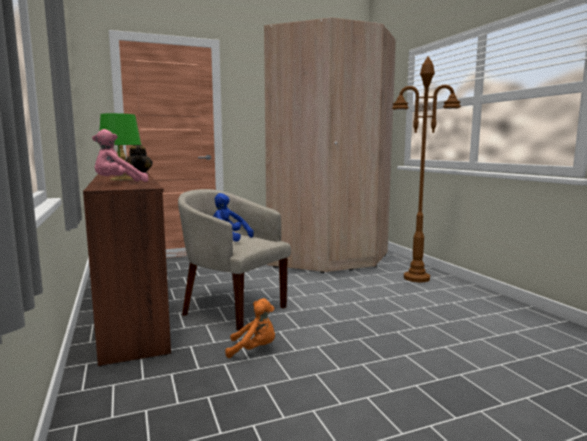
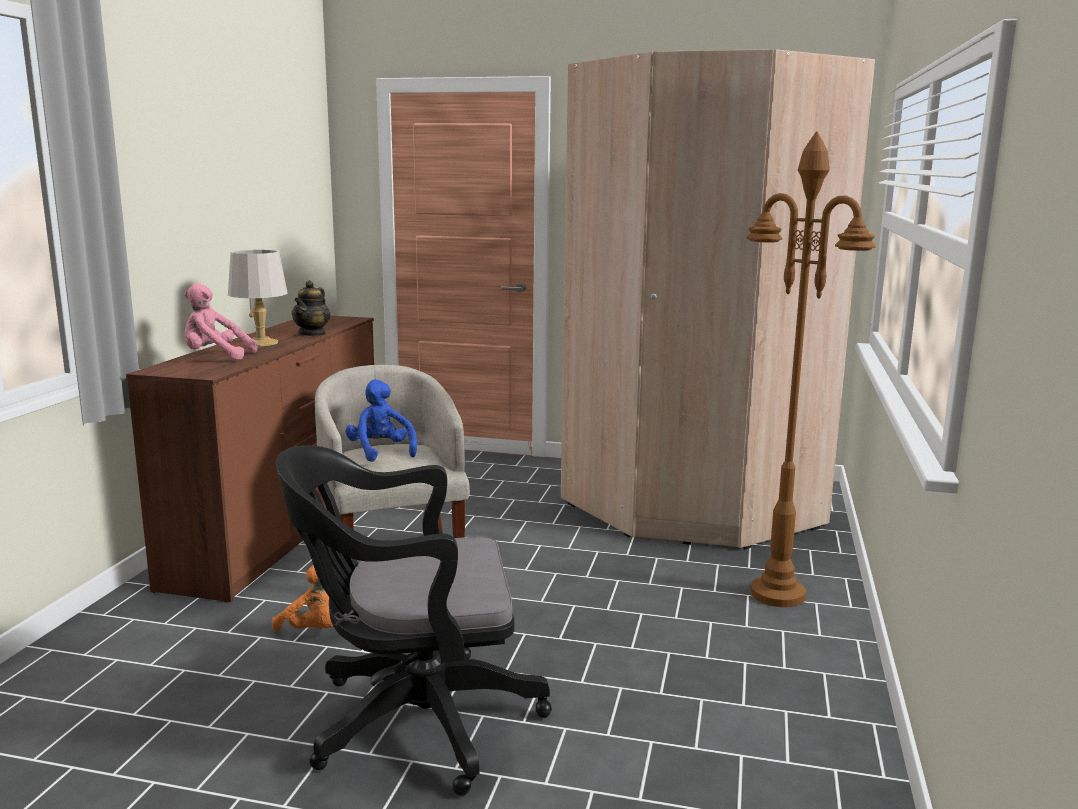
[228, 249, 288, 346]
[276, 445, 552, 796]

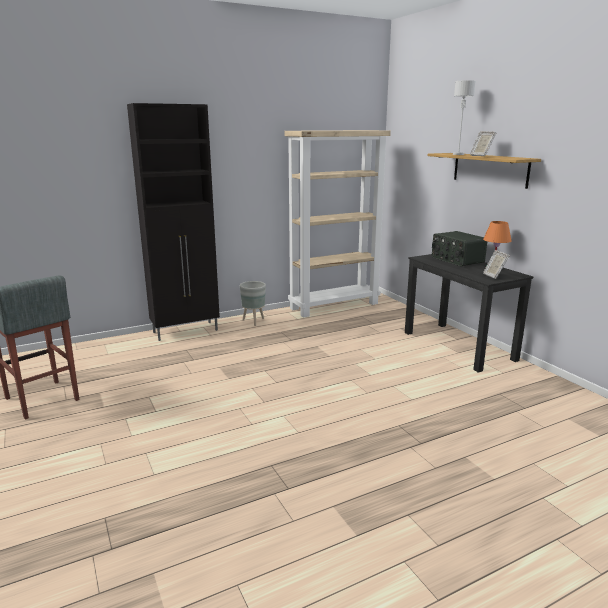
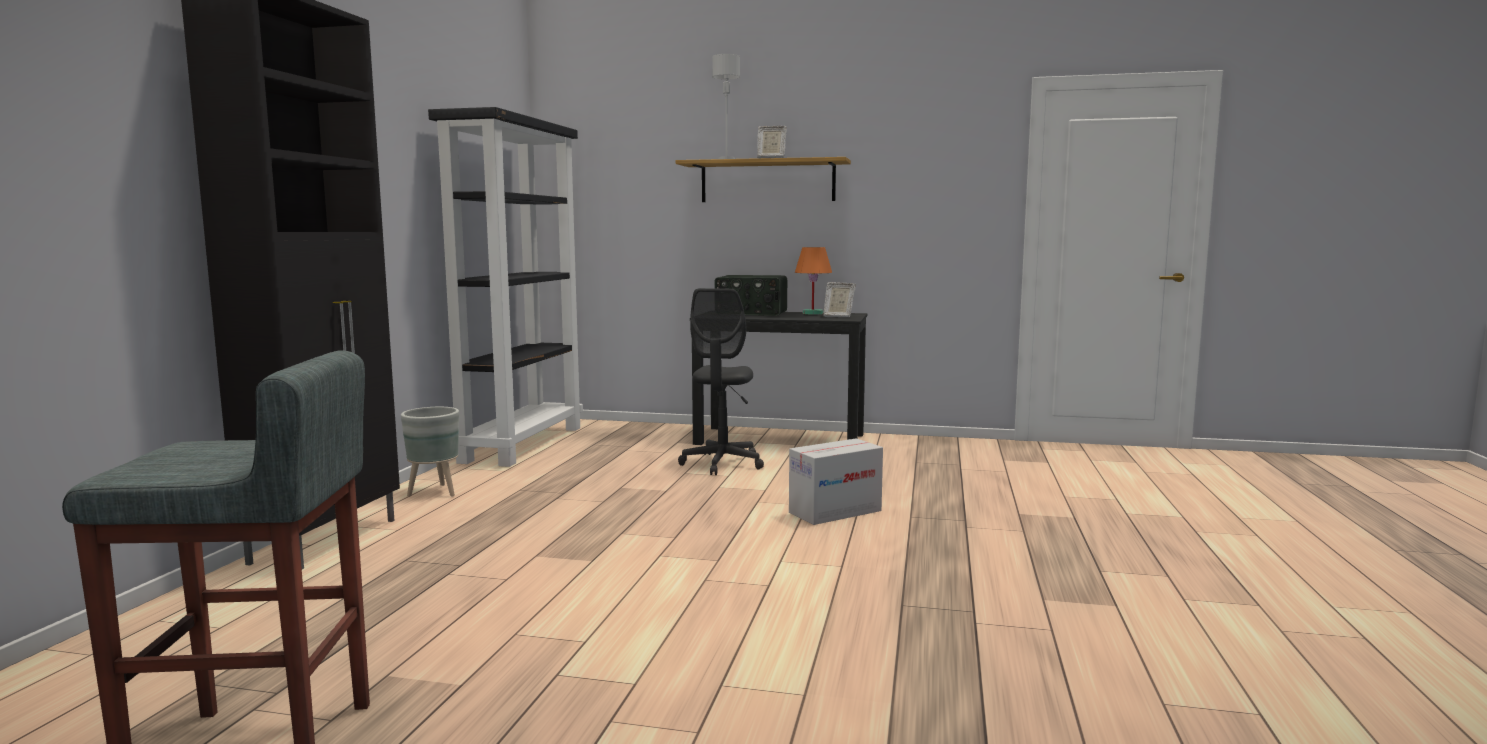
[428, 107, 583, 467]
[678, 288, 764, 475]
[789, 438, 883, 525]

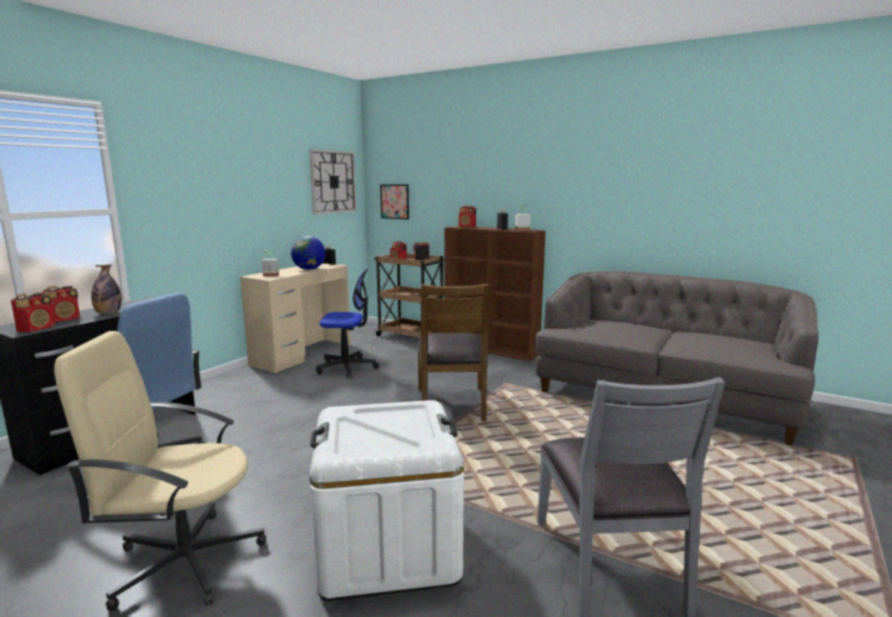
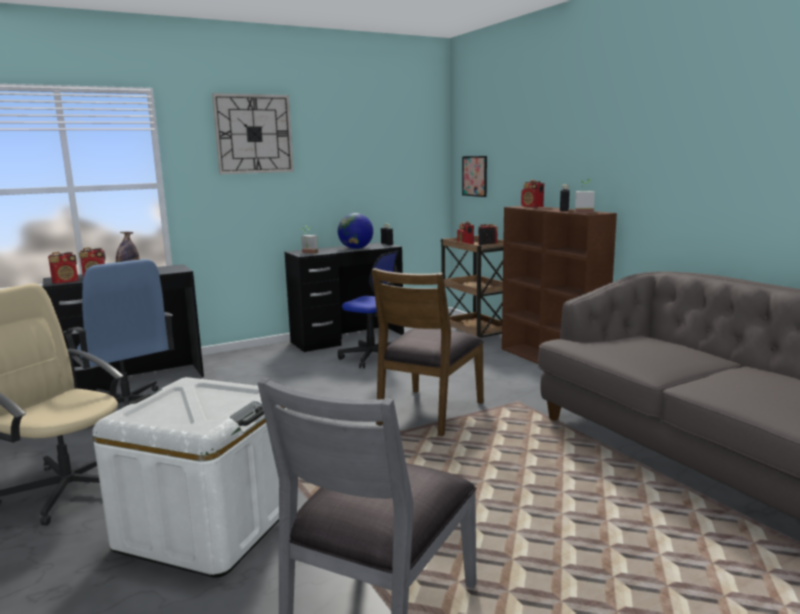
[212, 93, 294, 174]
[284, 242, 404, 352]

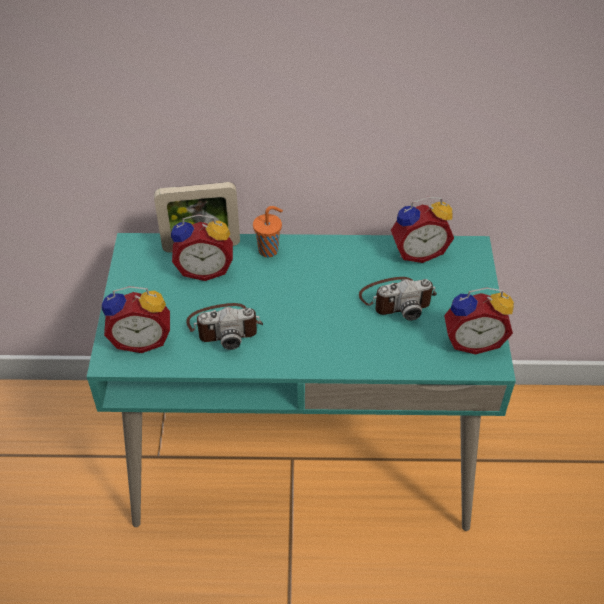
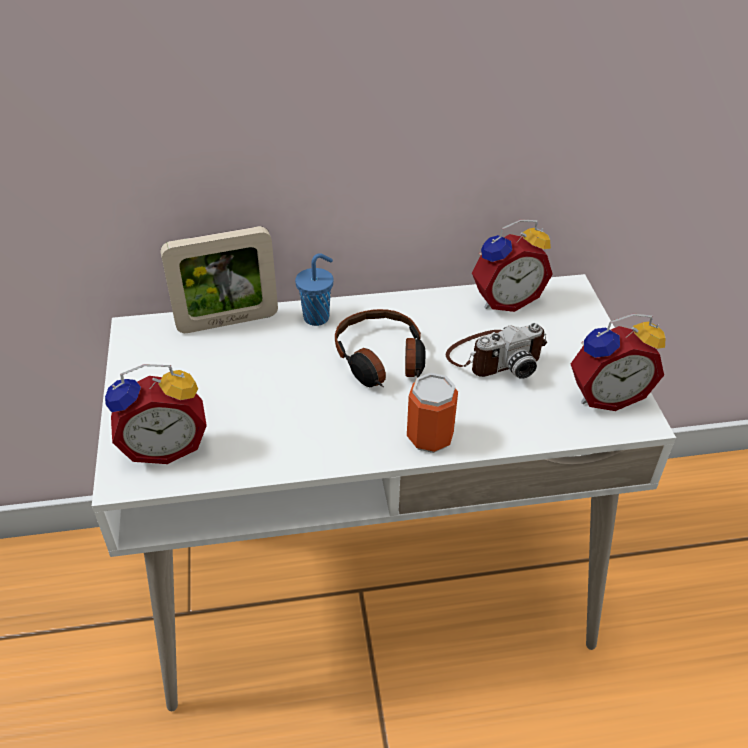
[295, 253, 334, 326]
[171, 214, 233, 281] (first image)
[92, 274, 676, 711]
[186, 303, 263, 350] (first image)
[335, 309, 425, 387]
[407, 373, 458, 453]

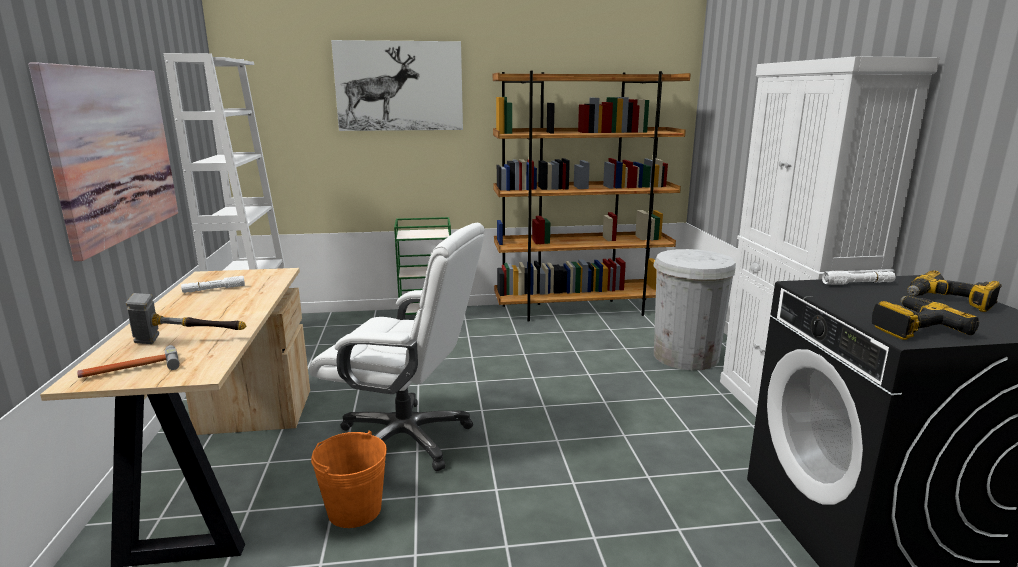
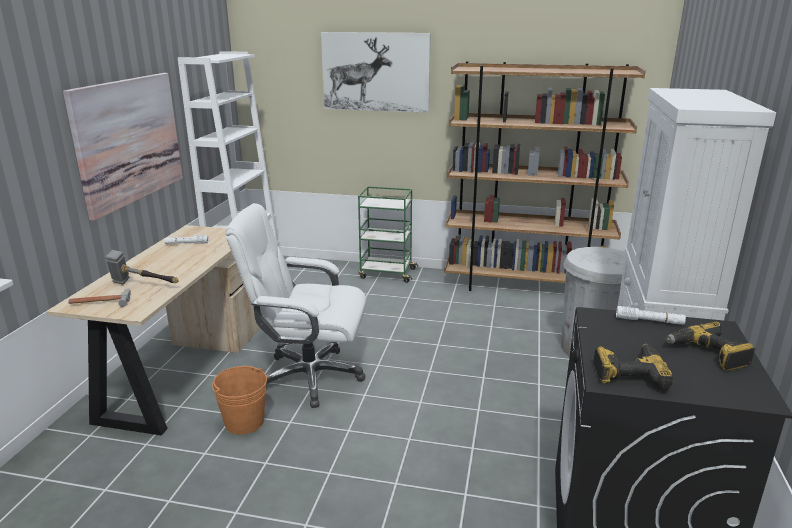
[225, 203, 367, 408]

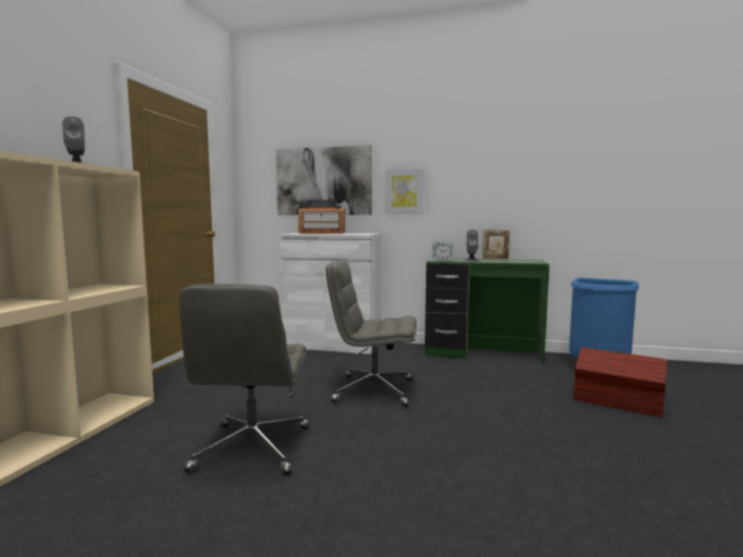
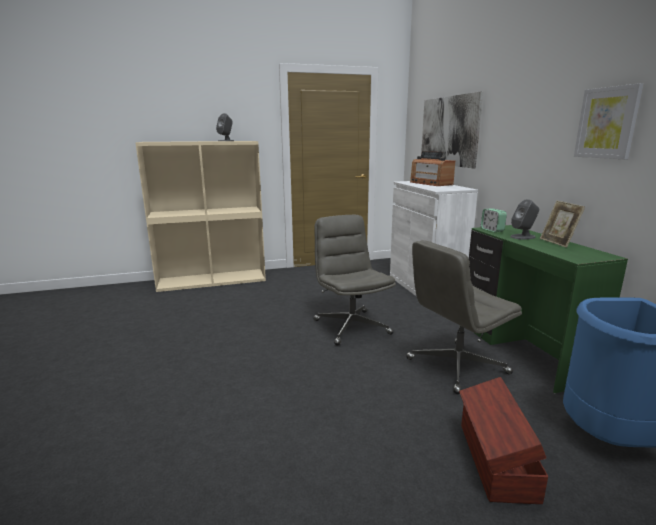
[574, 83, 644, 160]
[406, 240, 522, 394]

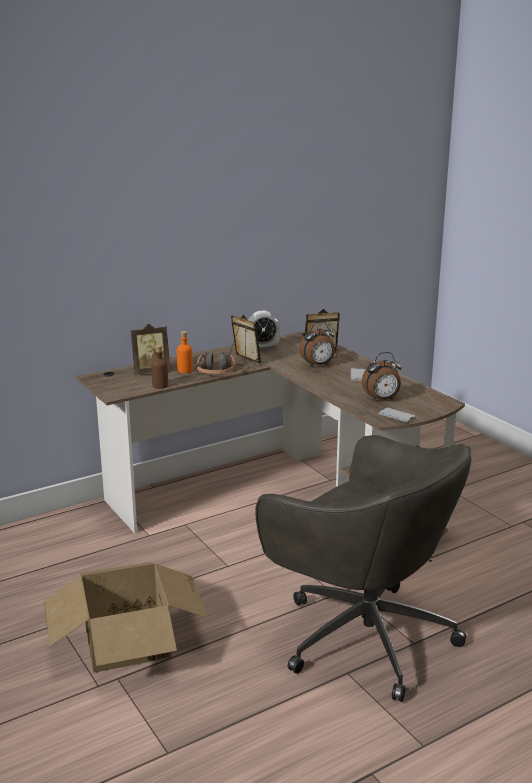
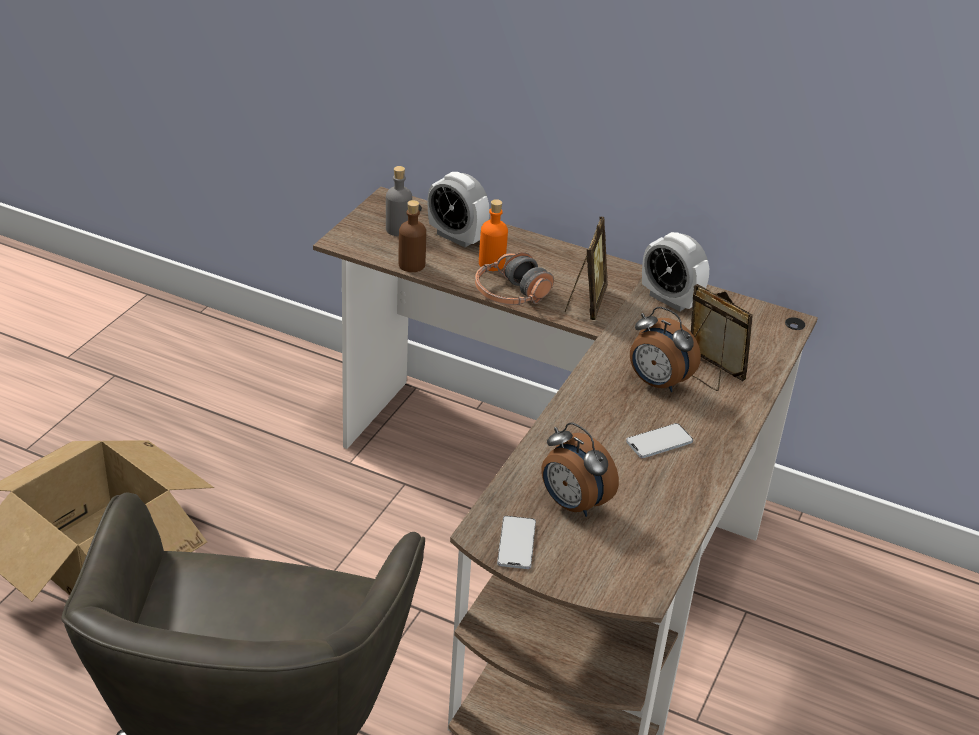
[428, 172, 489, 248]
[386, 166, 412, 236]

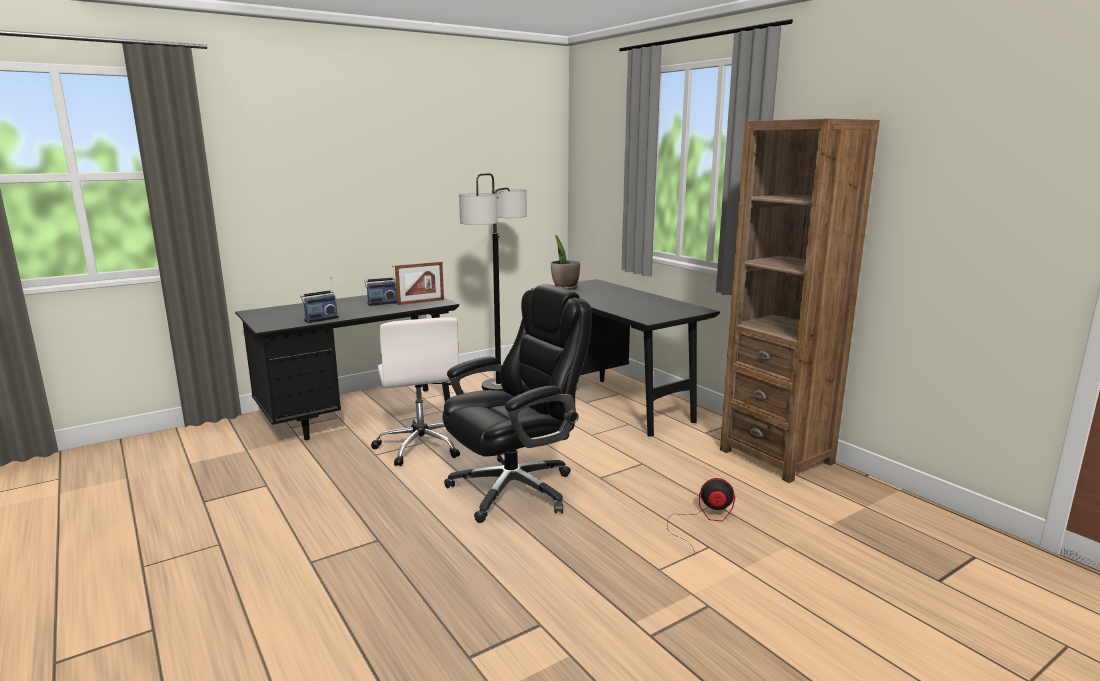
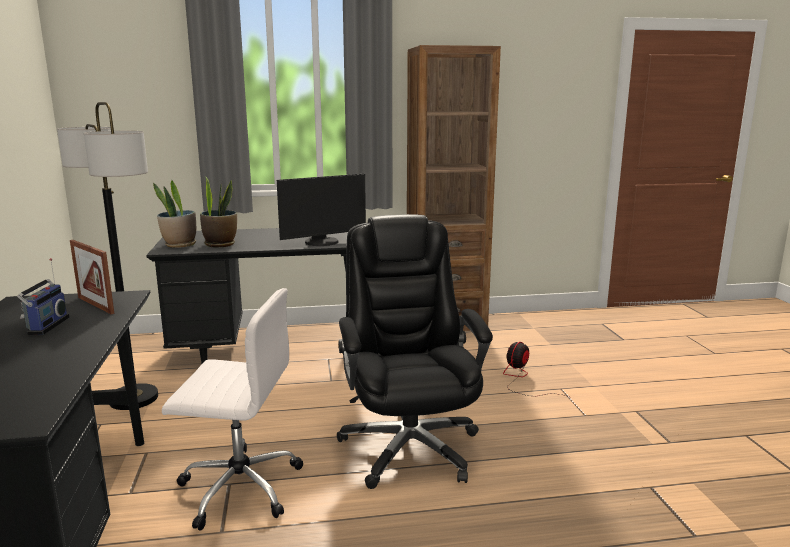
[70, 240, 114, 314]
[300, 277, 339, 323] (first image)
[277, 174, 366, 246]
[200, 176, 237, 248]

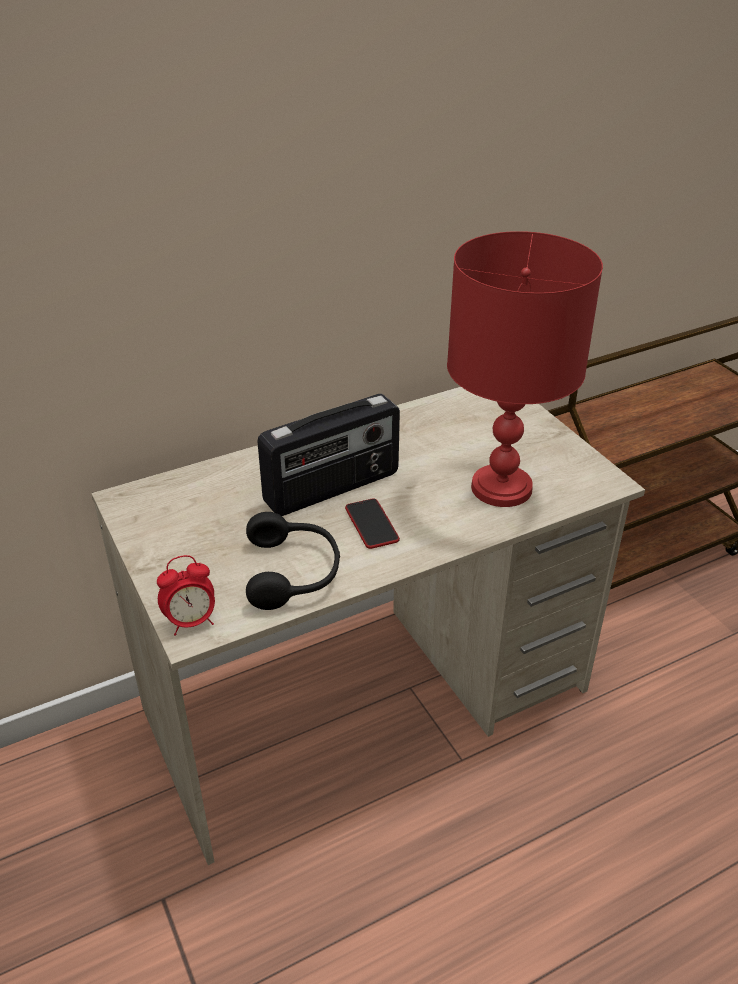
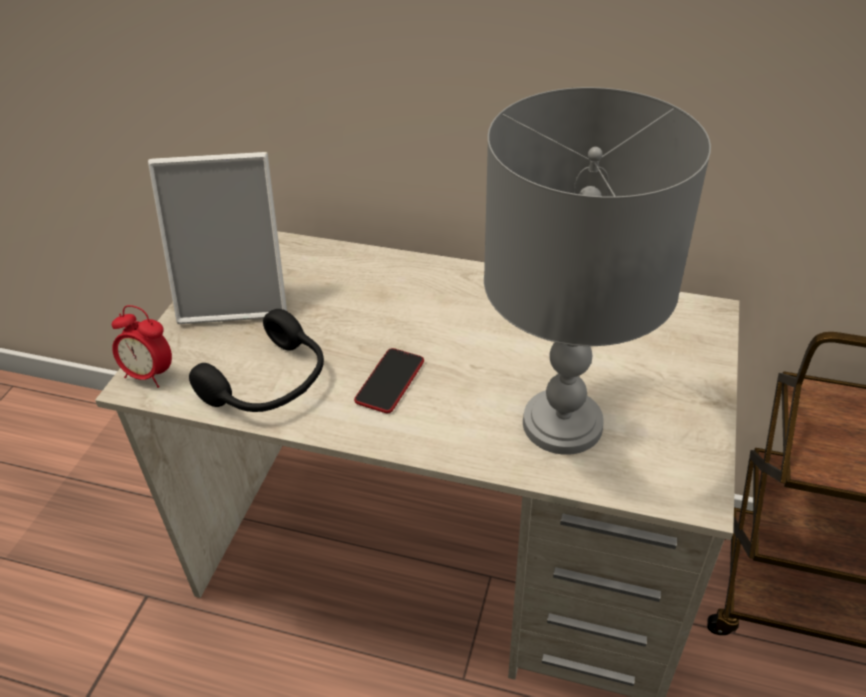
[484, 87, 711, 455]
[257, 394, 400, 516] (first image)
[148, 152, 287, 324]

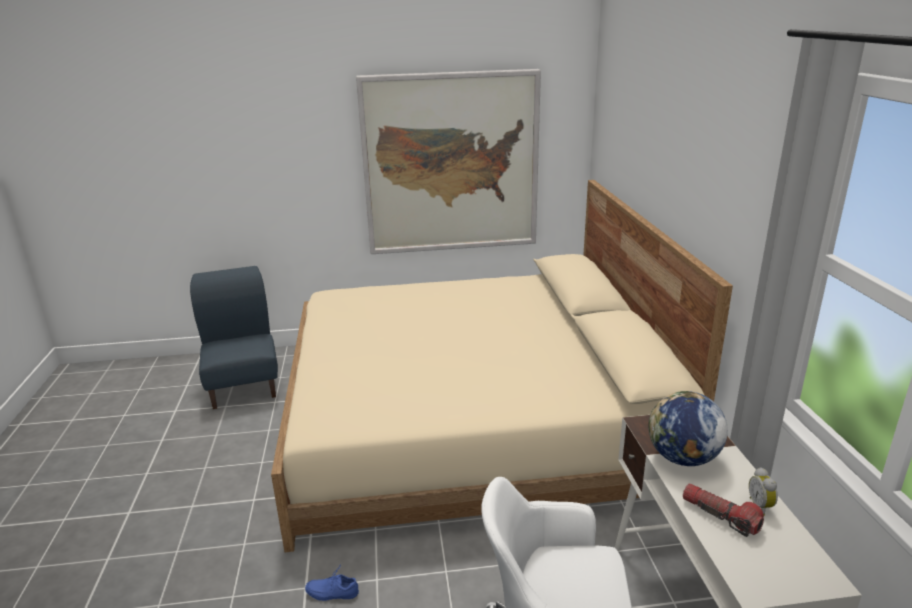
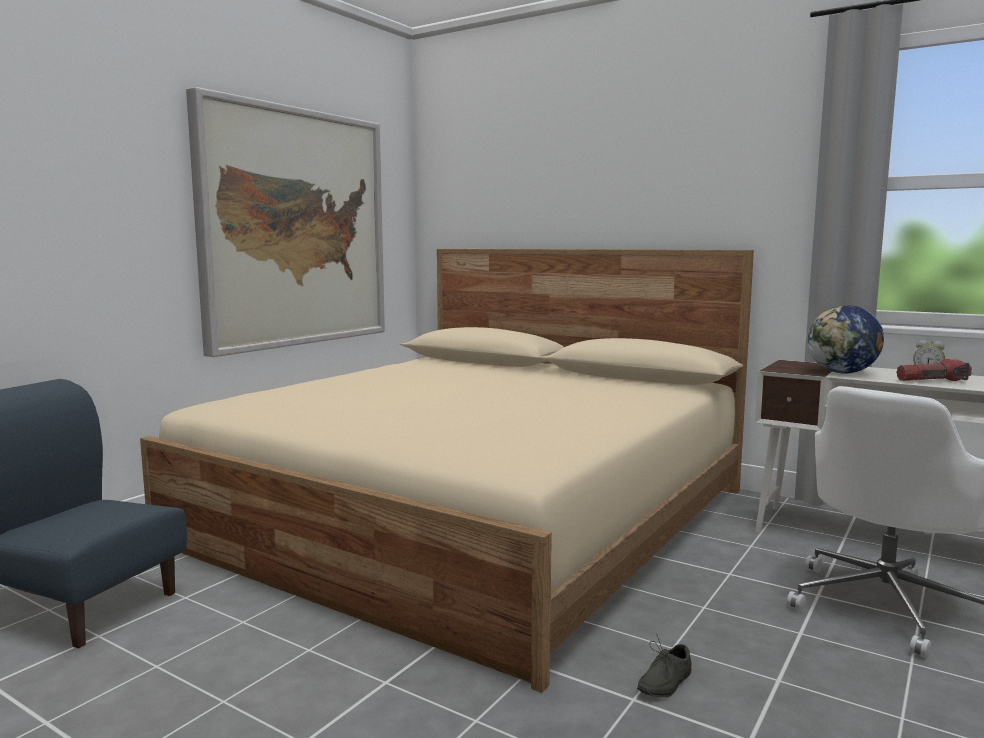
[637, 634, 692, 697]

